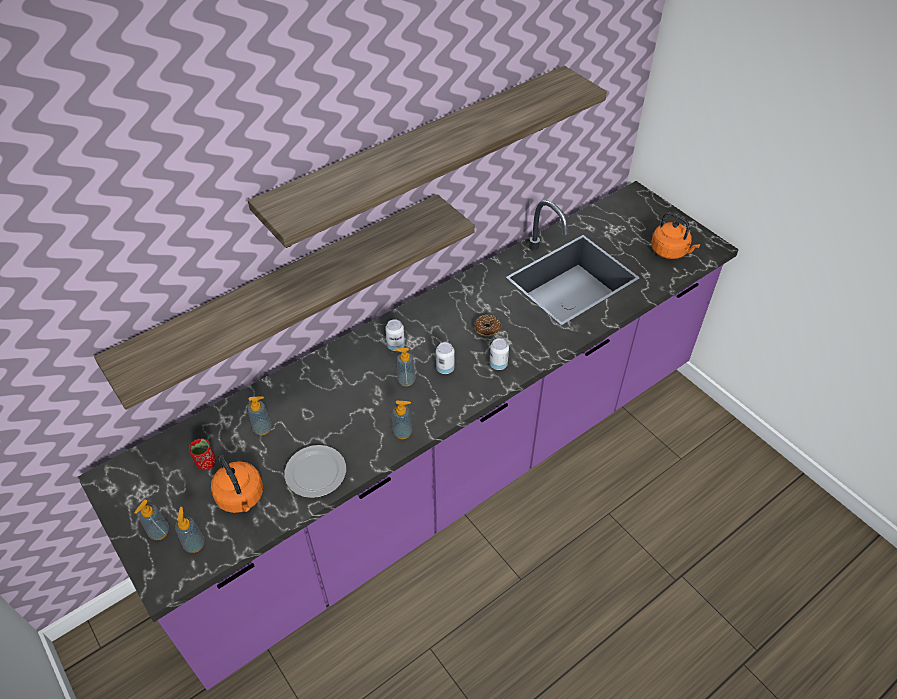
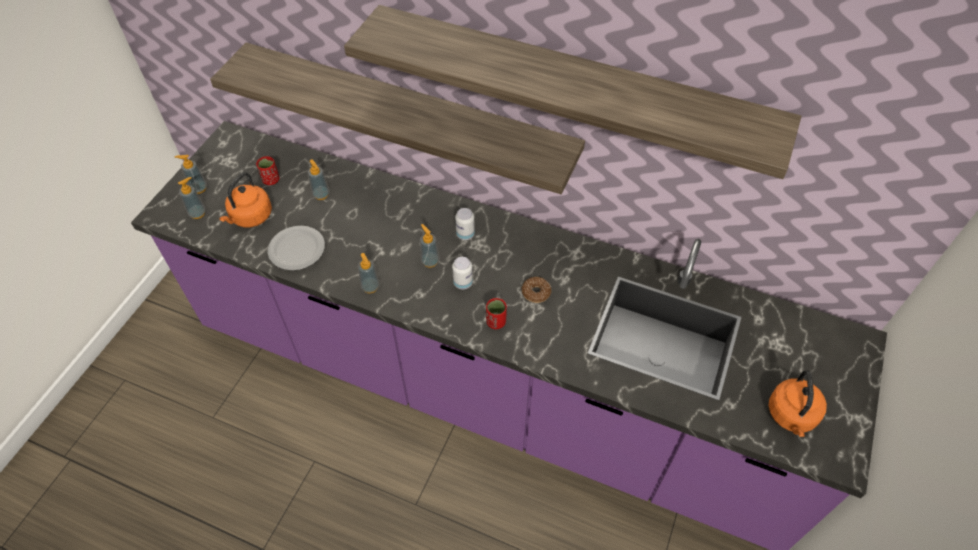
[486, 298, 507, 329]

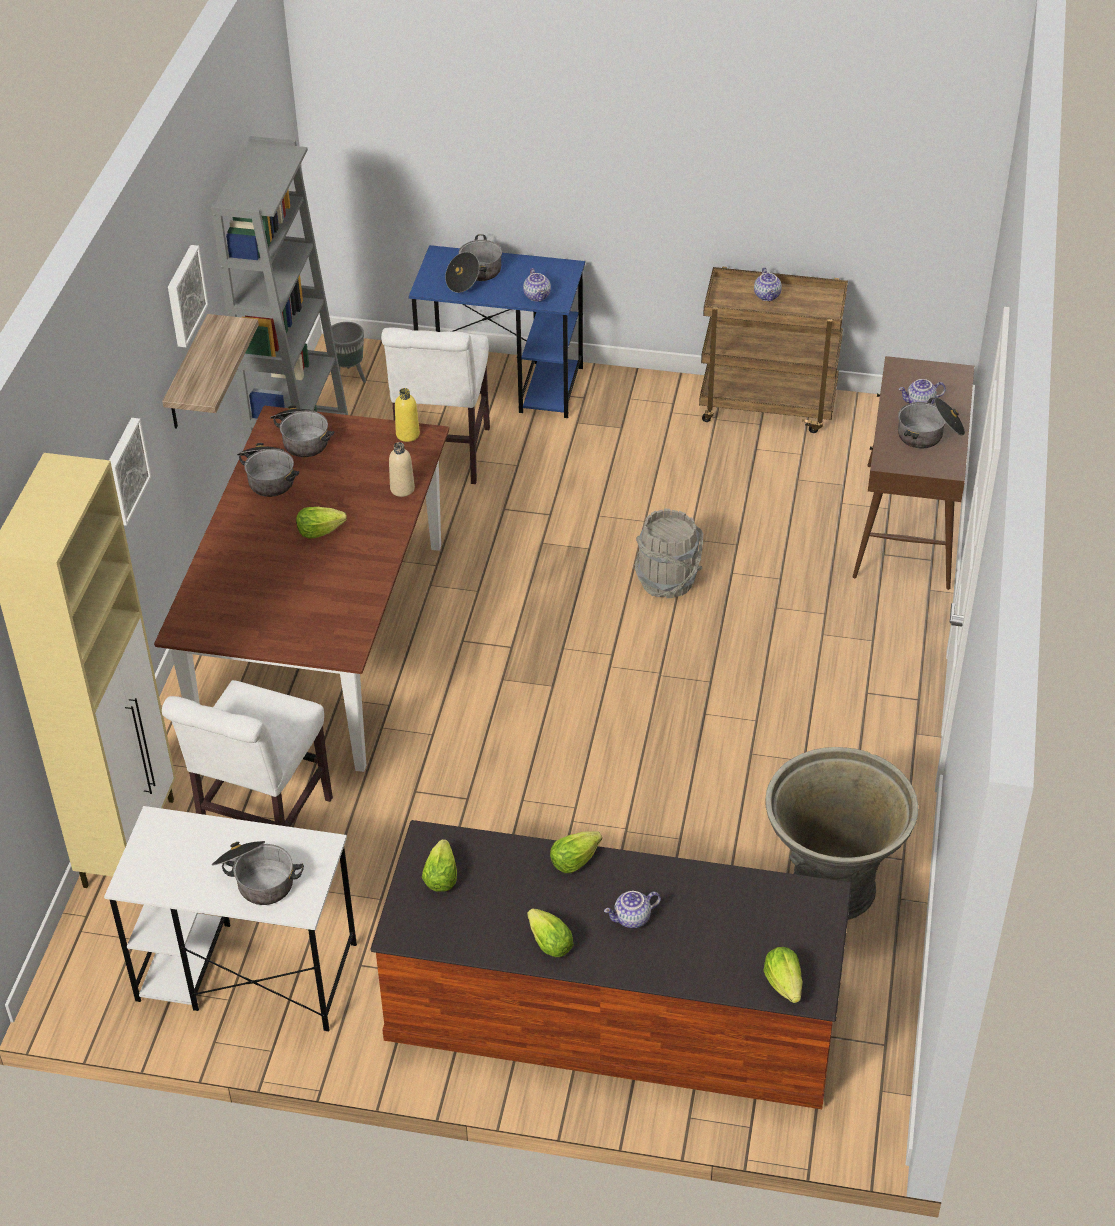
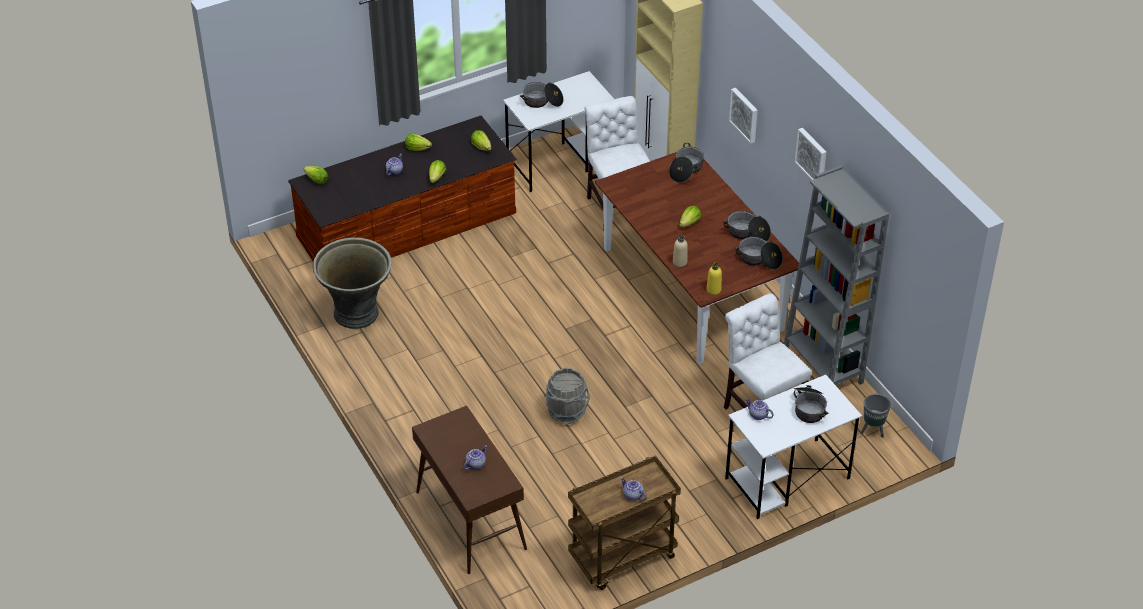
[725, 374, 862, 519]
[162, 314, 259, 429] (first image)
[669, 143, 704, 183]

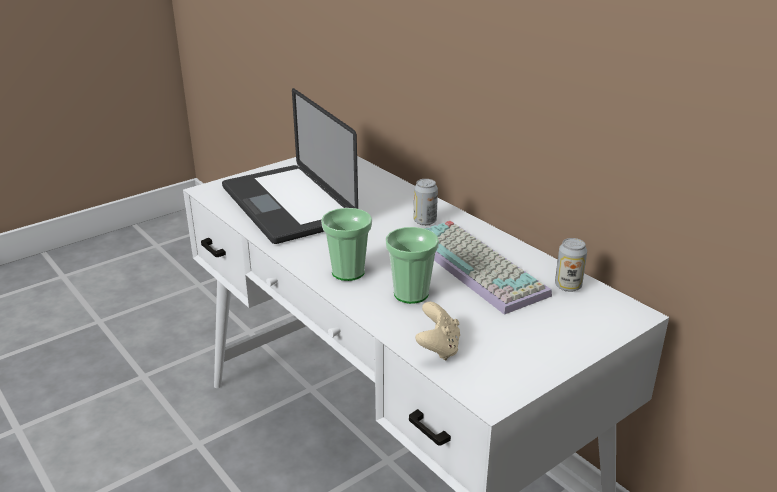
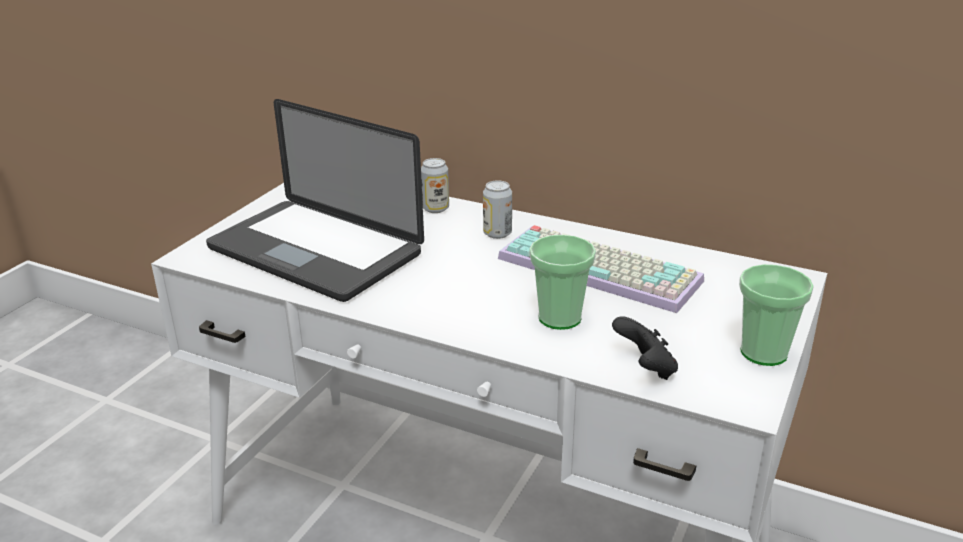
[739, 264, 814, 366]
[421, 158, 449, 213]
[612, 316, 678, 380]

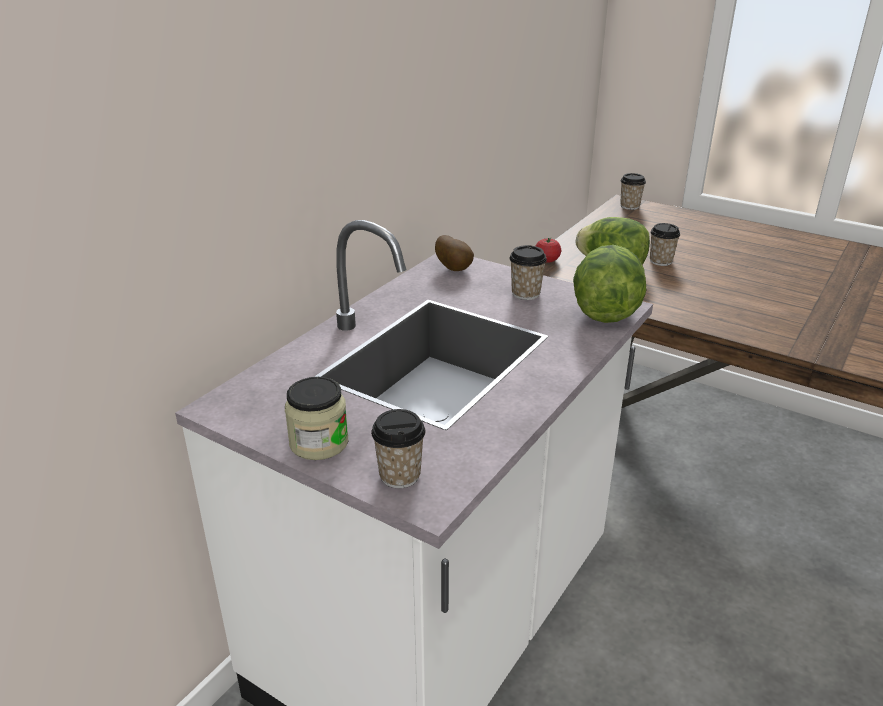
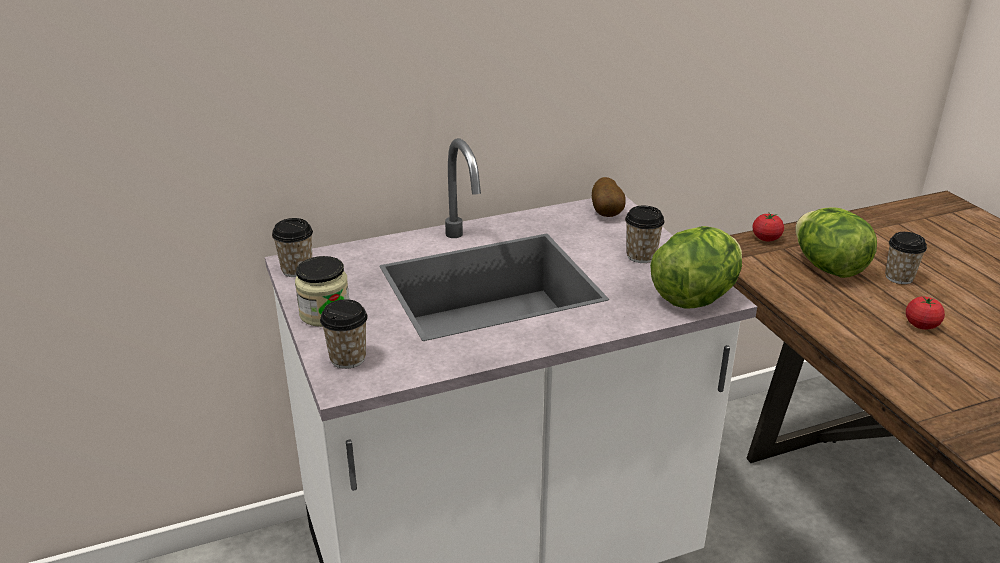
[272, 218, 313, 277]
[906, 296, 945, 330]

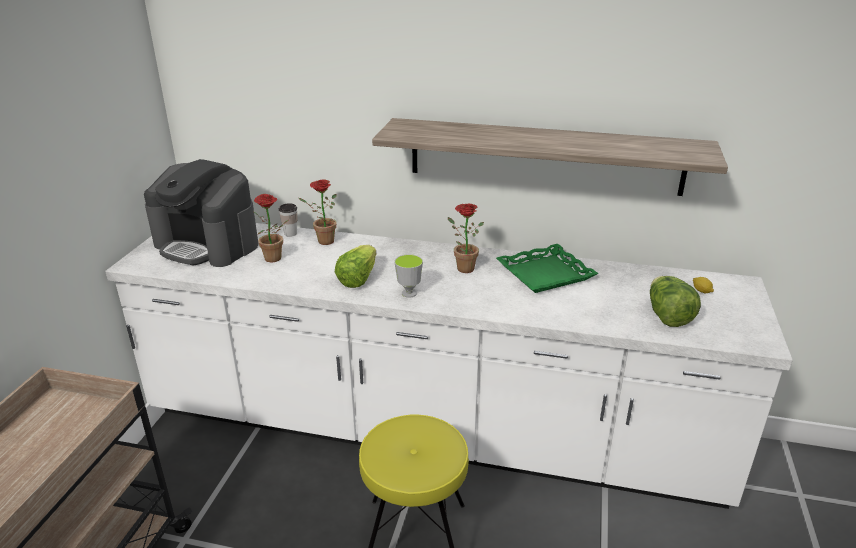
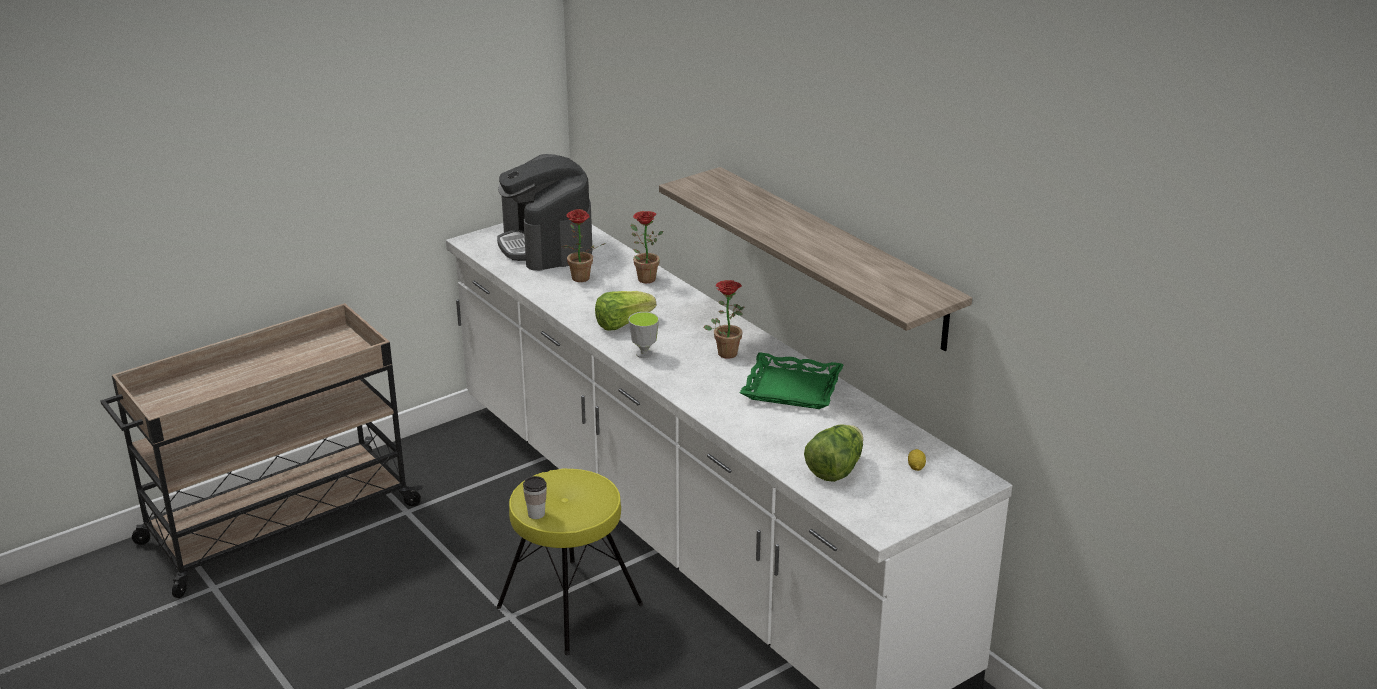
[523, 476, 547, 519]

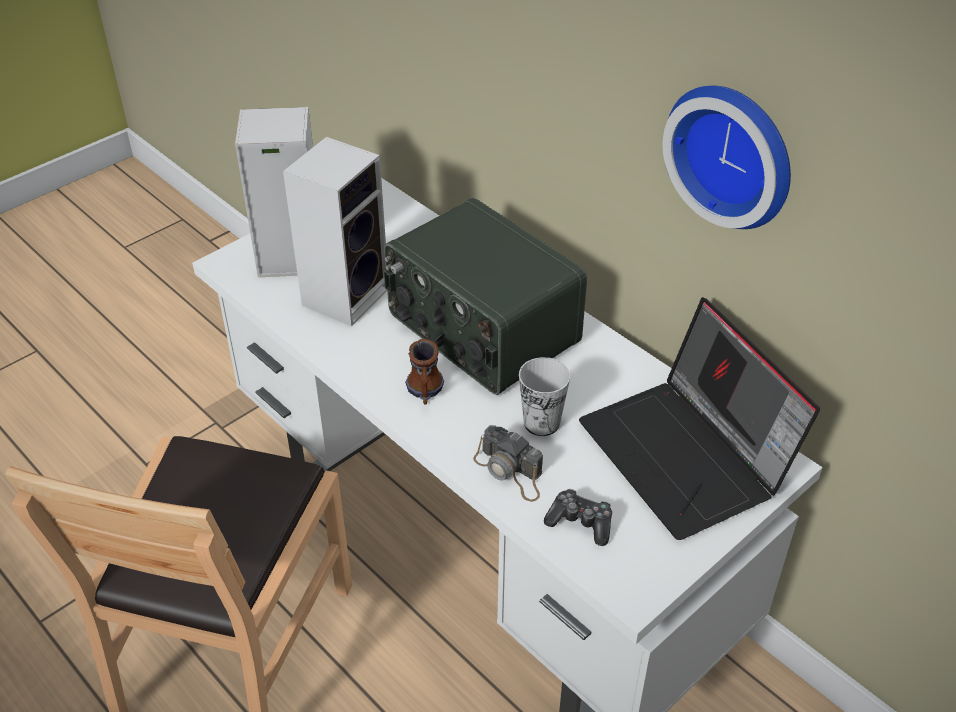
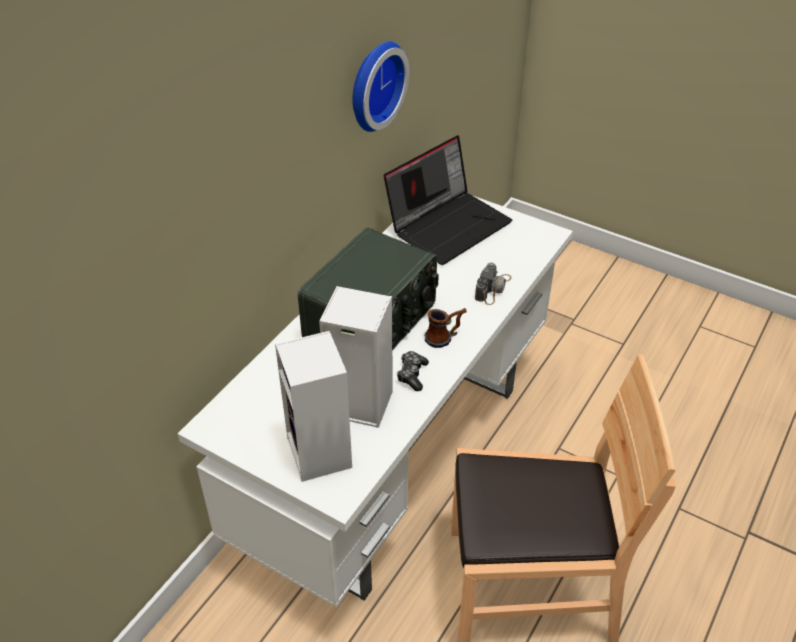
[519, 357, 570, 436] (first image)
[397, 351, 429, 391]

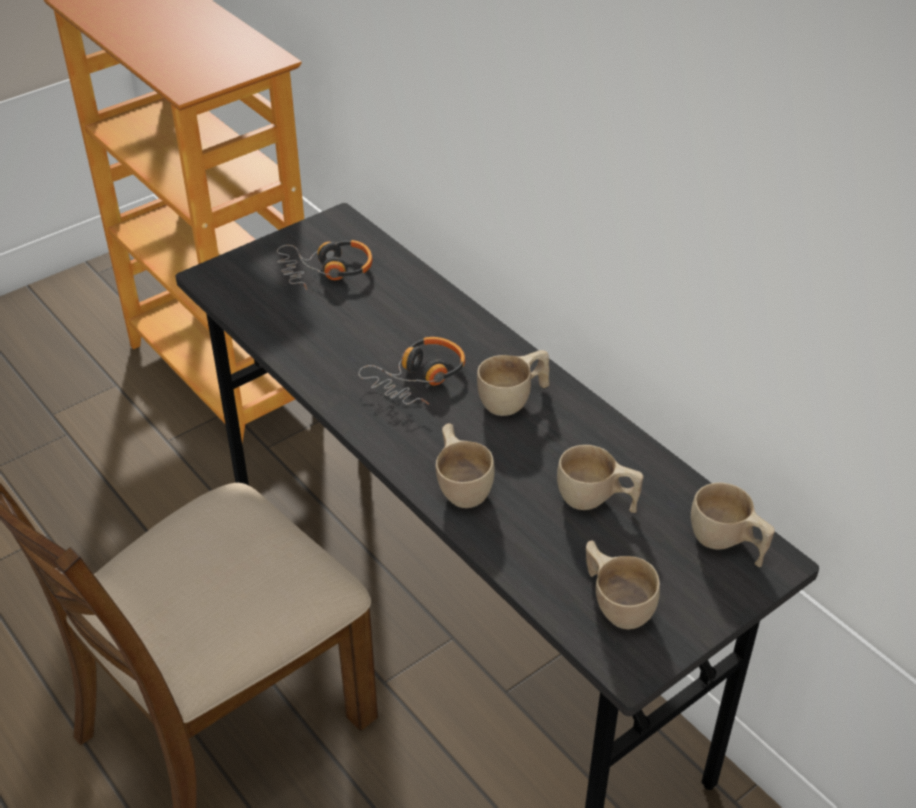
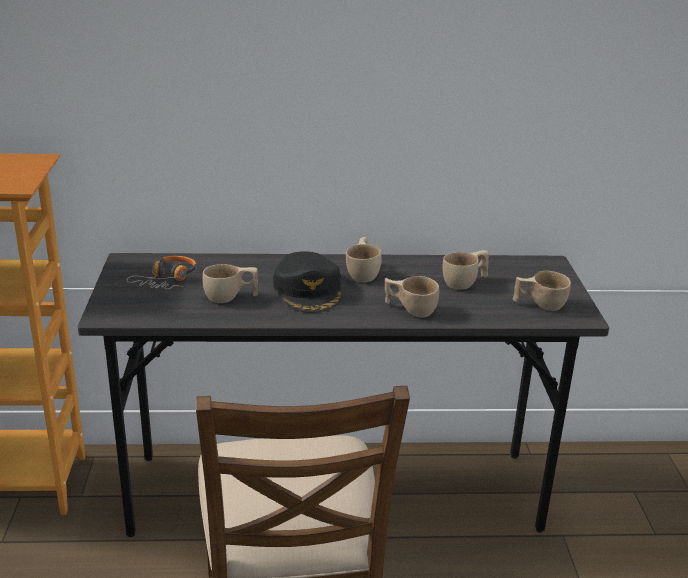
[273, 251, 342, 313]
[202, 264, 258, 303]

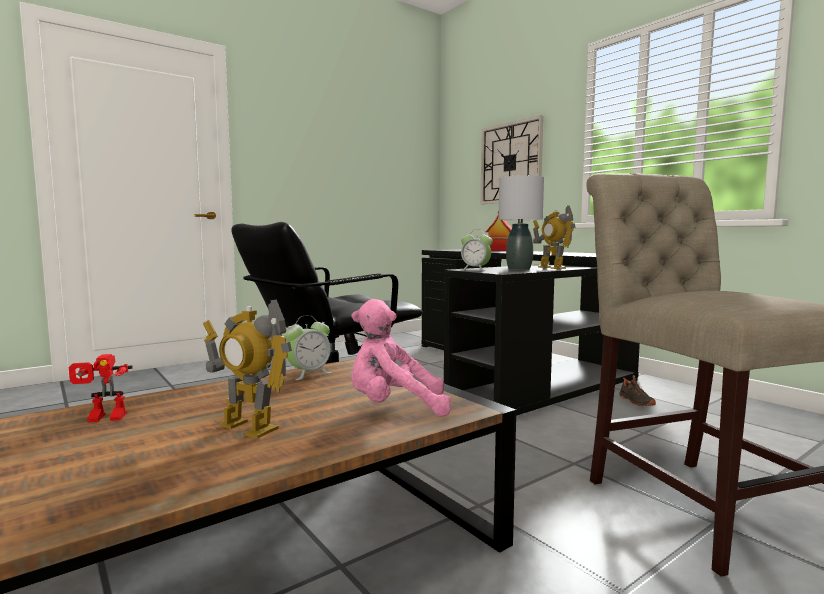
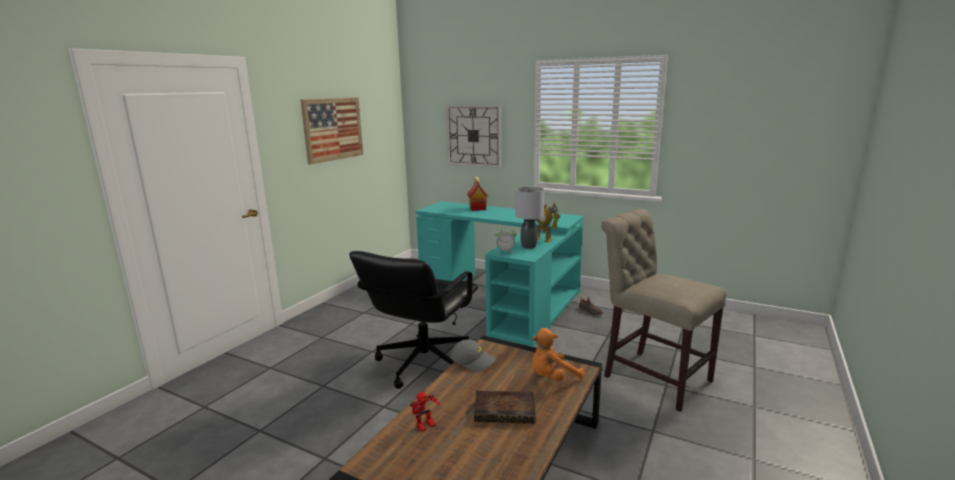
[416, 201, 584, 347]
[474, 391, 536, 423]
[532, 328, 584, 381]
[451, 340, 496, 372]
[301, 97, 363, 165]

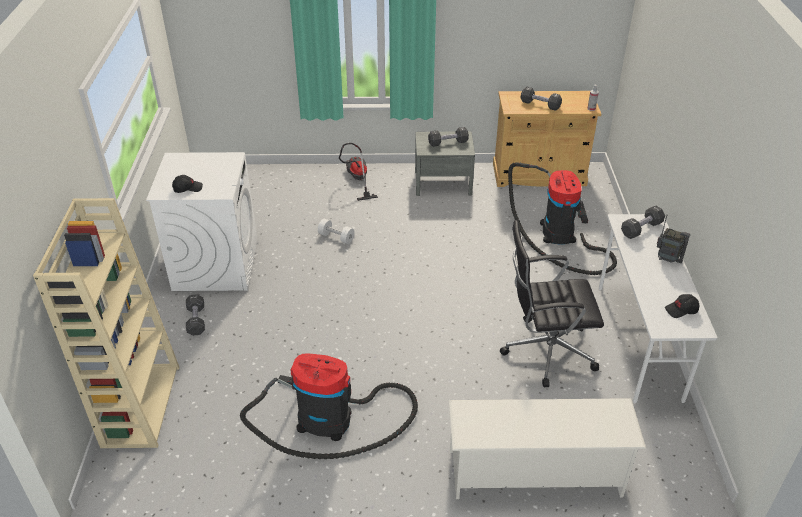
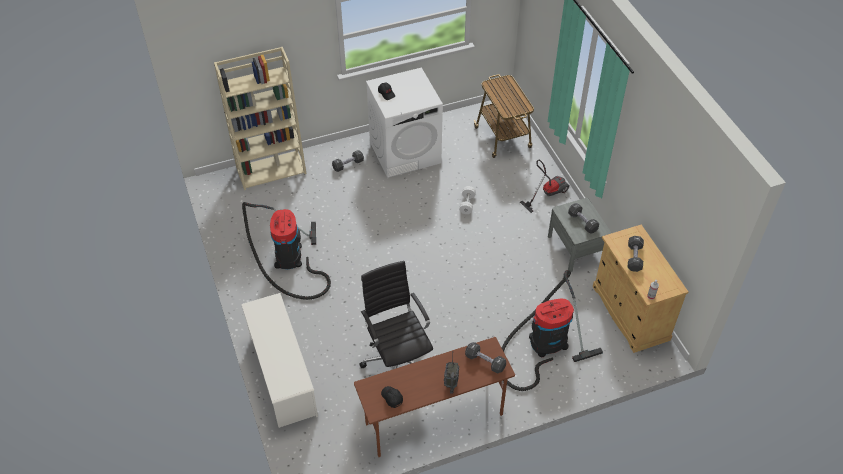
[354, 337, 515, 457]
[474, 74, 534, 158]

